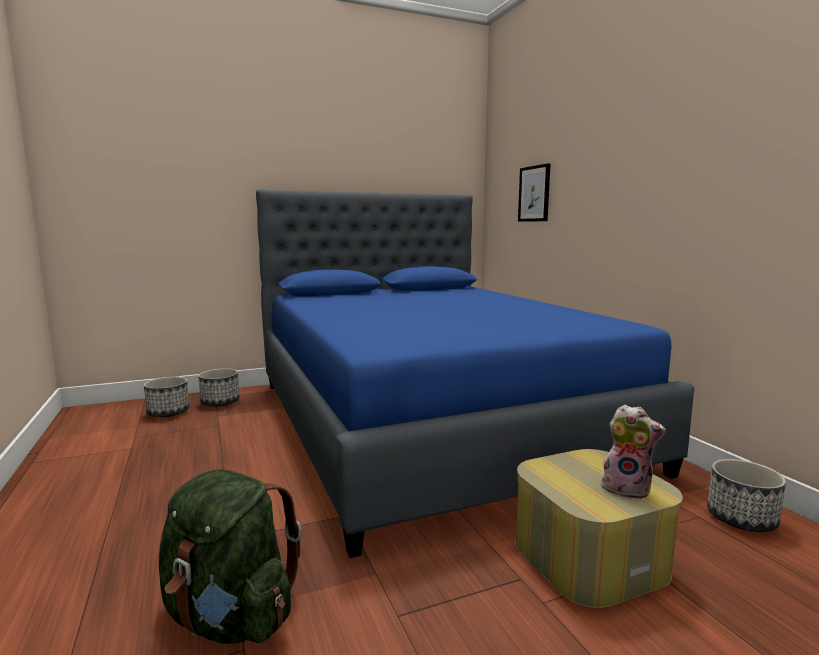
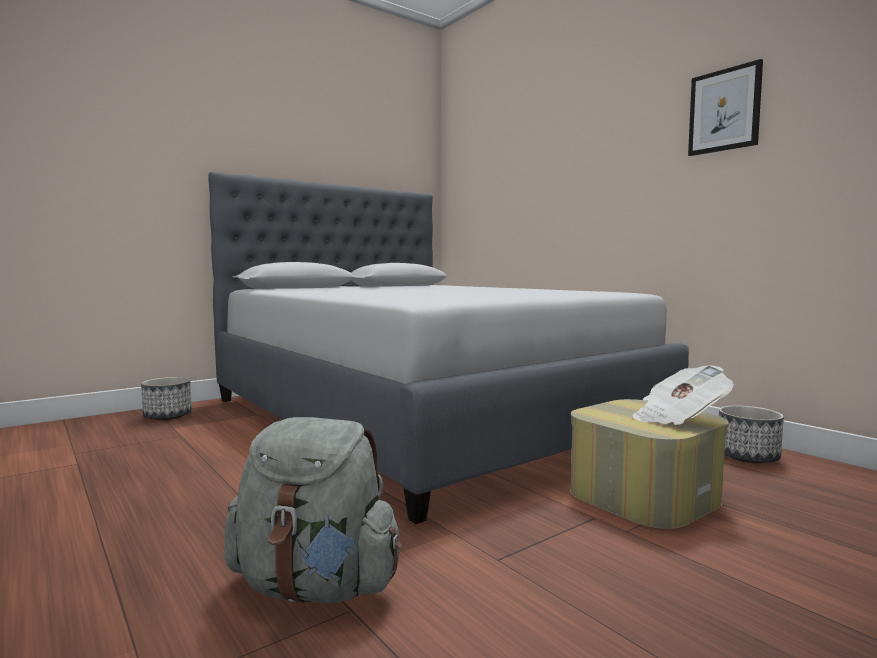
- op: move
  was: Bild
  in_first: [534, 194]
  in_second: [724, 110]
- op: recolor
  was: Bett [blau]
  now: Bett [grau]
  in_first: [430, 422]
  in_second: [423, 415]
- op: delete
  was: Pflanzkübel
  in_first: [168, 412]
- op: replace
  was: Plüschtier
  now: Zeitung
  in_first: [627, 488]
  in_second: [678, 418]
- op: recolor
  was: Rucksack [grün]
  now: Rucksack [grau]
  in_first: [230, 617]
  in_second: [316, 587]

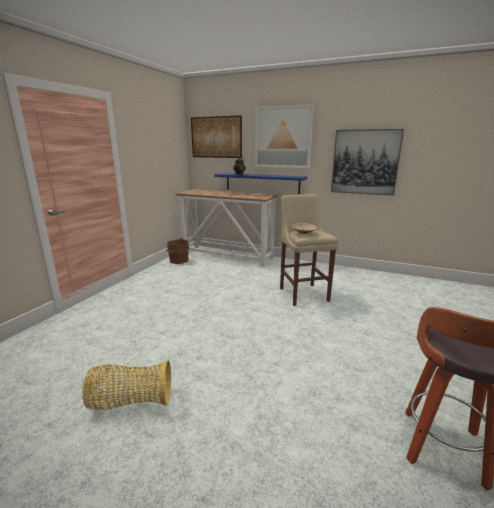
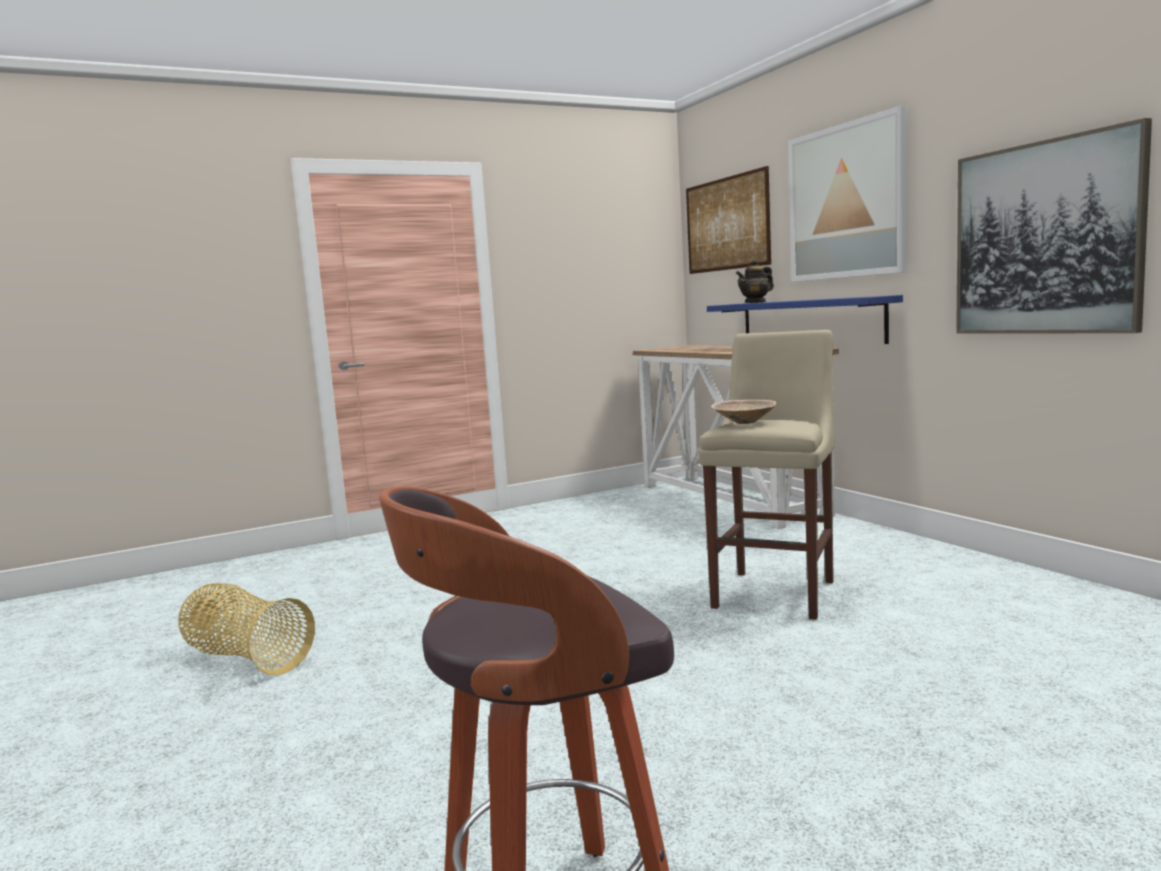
- op: delete
  was: Eimer [braun]
  in_first: [178, 260]

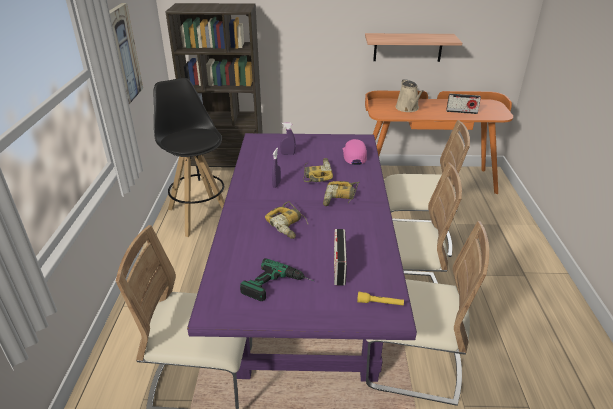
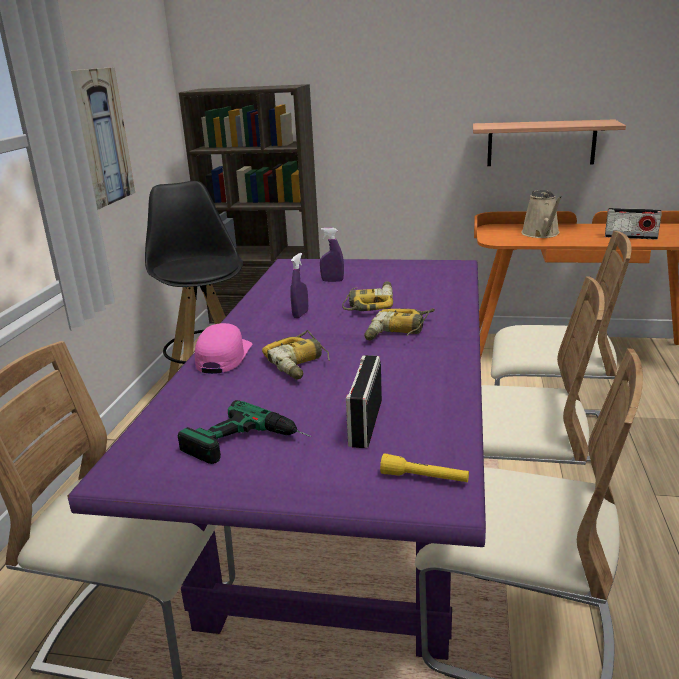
- op: move
  was: Kappe [rosa]
  in_first: [354, 155]
  in_second: [223, 356]

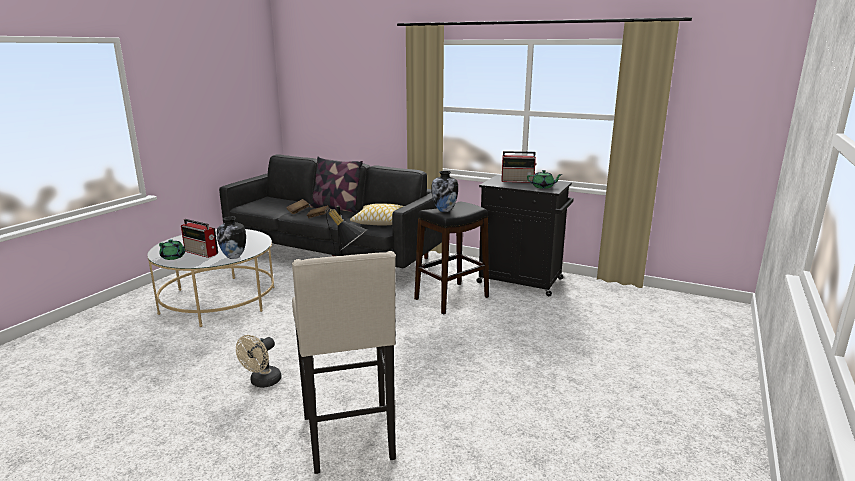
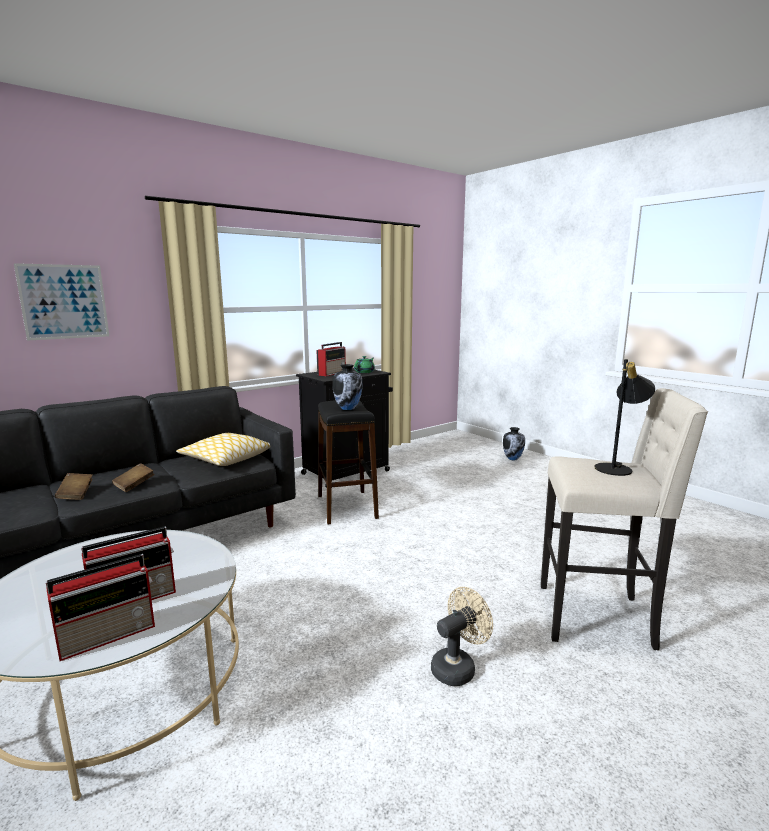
- op: delete
  was: Kissen
  in_first: [336, 208]
- op: move
  was: Vase
  in_first: [234, 257]
  in_second: [513, 459]
- op: replace
  was: Teekanne [grün]
  now: Radio
  in_first: [173, 257]
  in_second: [110, 634]
- op: rotate
  was: Ventilator [beige]
  in_first: [262, 382]
  in_second: [458, 667]
  clockwise: -90
- op: insert
  now: Bild
  in_second: [64, 302]

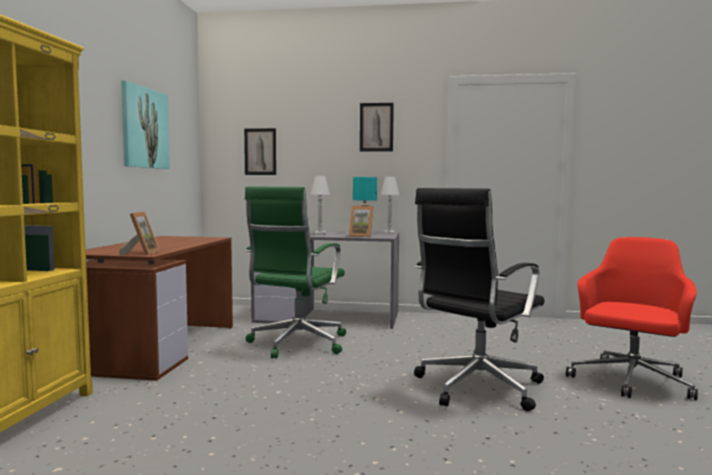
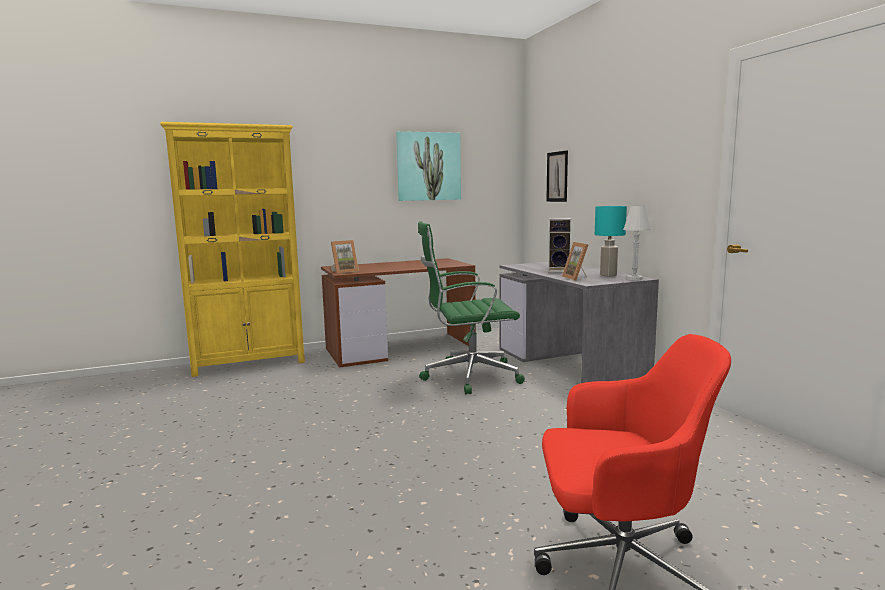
- op: delete
  was: Bild
  in_first: [376, 127]
- op: replace
  was: Tischlampe [weiß]
  now: Lautsprecher
  in_first: [320, 234]
  in_second: [560, 270]
- op: delete
  was: Bürostuhl [schwarz]
  in_first: [475, 388]

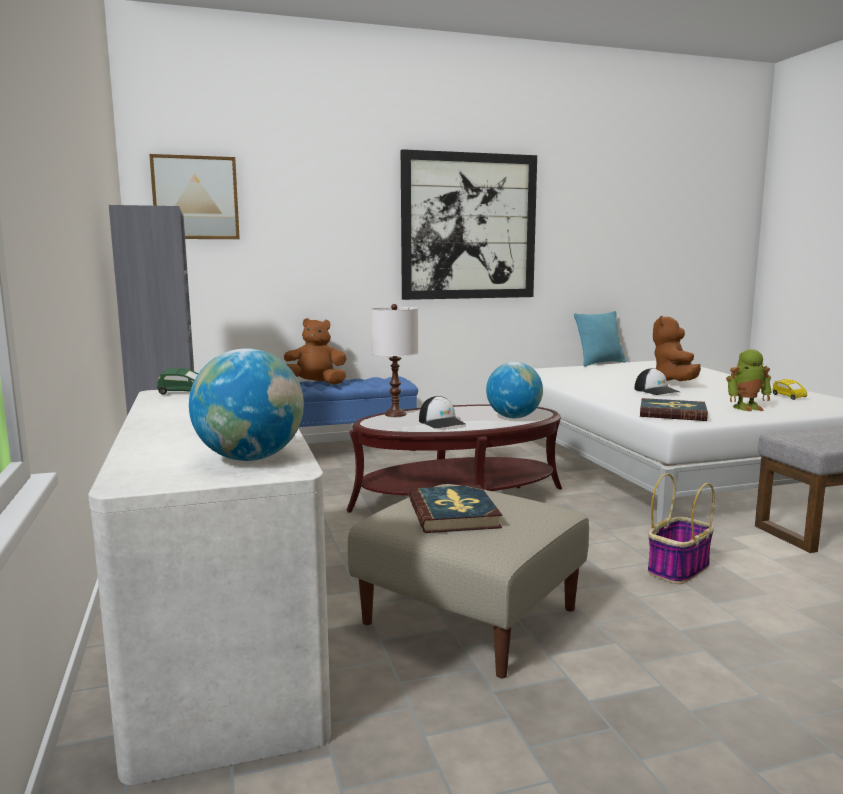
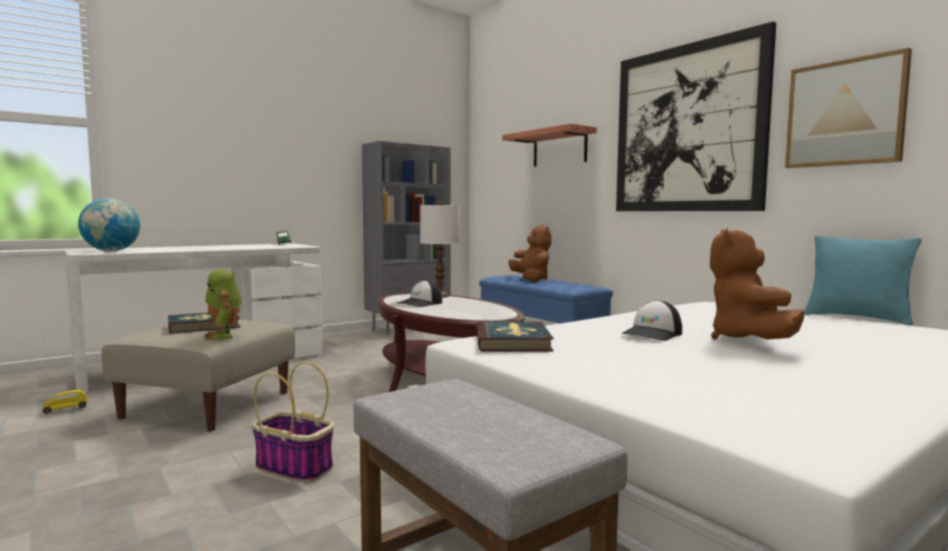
- op: move
  was: Bild
  in_first: [195, 198]
  in_second: [845, 113]
- op: rotate
  was: Plüschtier [braun]
  in_first: [674, 383]
  in_second: [748, 340]
  clockwise: -75
- op: move
  was: Spielzeugroboter
  in_first: [746, 407]
  in_second: [224, 336]
- op: delete
  was: Globus
  in_first: [513, 417]
- op: move
  was: Spielzeugauto [gelb]
  in_first: [788, 397]
  in_second: [65, 410]
- op: insert
  now: Wandregal
  in_second: [559, 148]

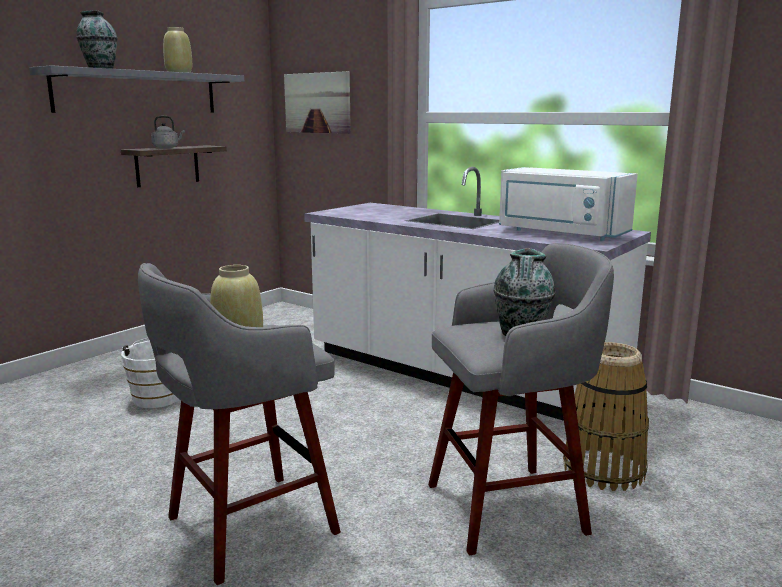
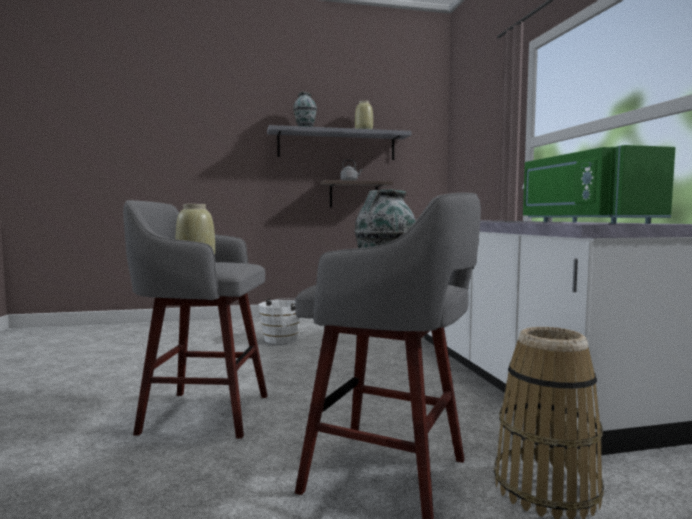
- op: delete
  was: Bild
  in_first: [317, 103]
- op: recolor
  was: Mikrowelle [weiß]
  now: Mikrowelle [grün]
  in_first: [560, 233]
  in_second: [584, 222]

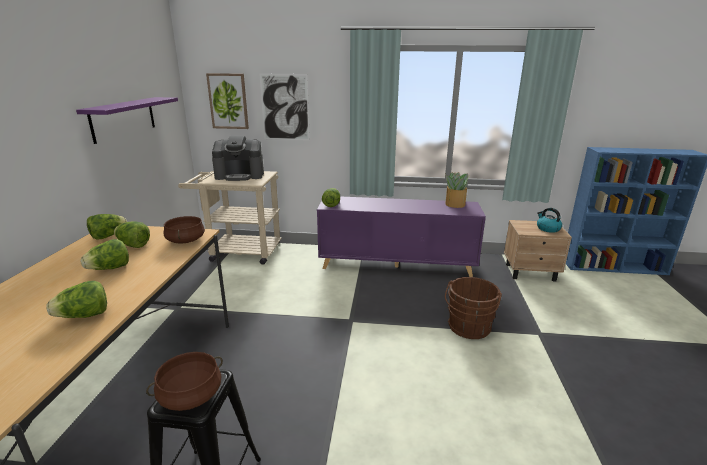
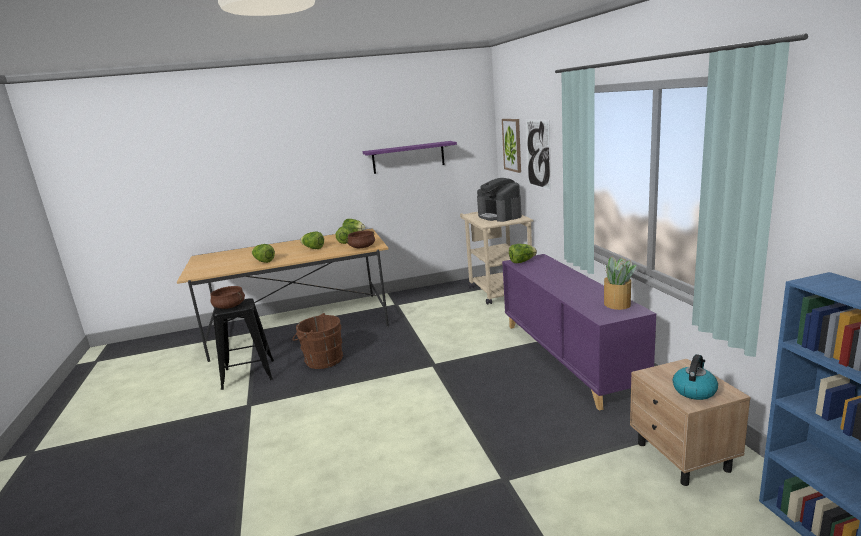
- op: move
  was: Eimer [braun]
  in_first: [468, 328]
  in_second: [321, 360]

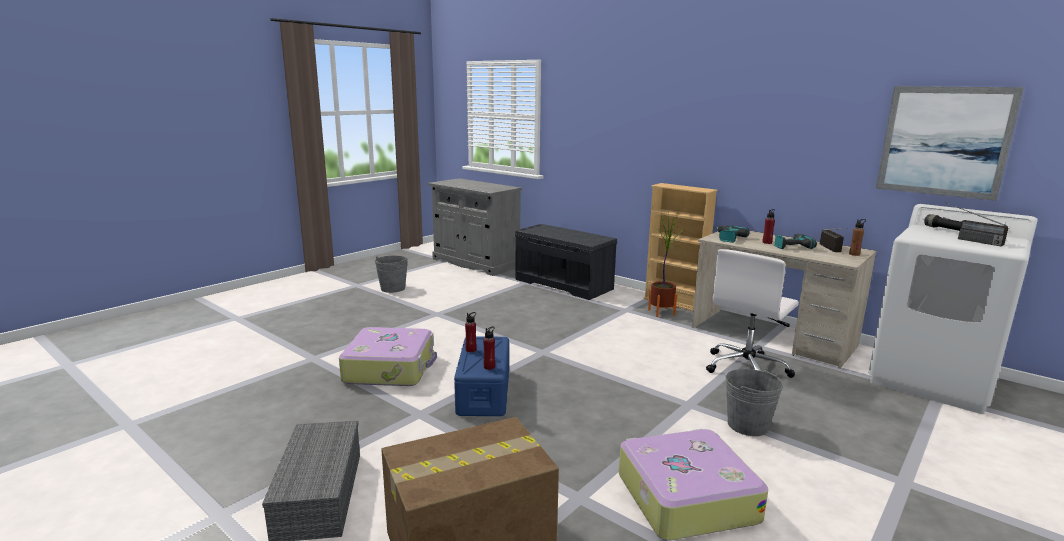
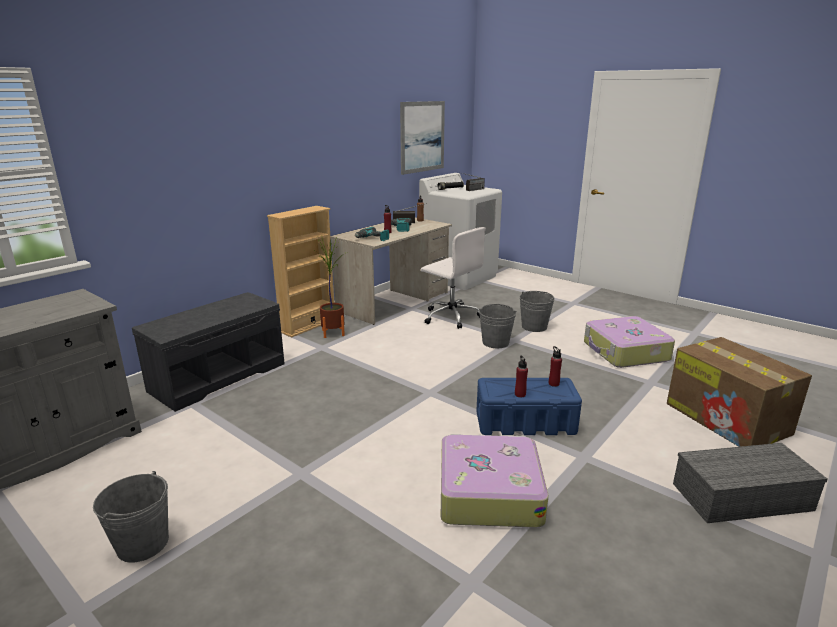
- op: insert
  now: Eimer [grau]
  in_second: [495, 342]

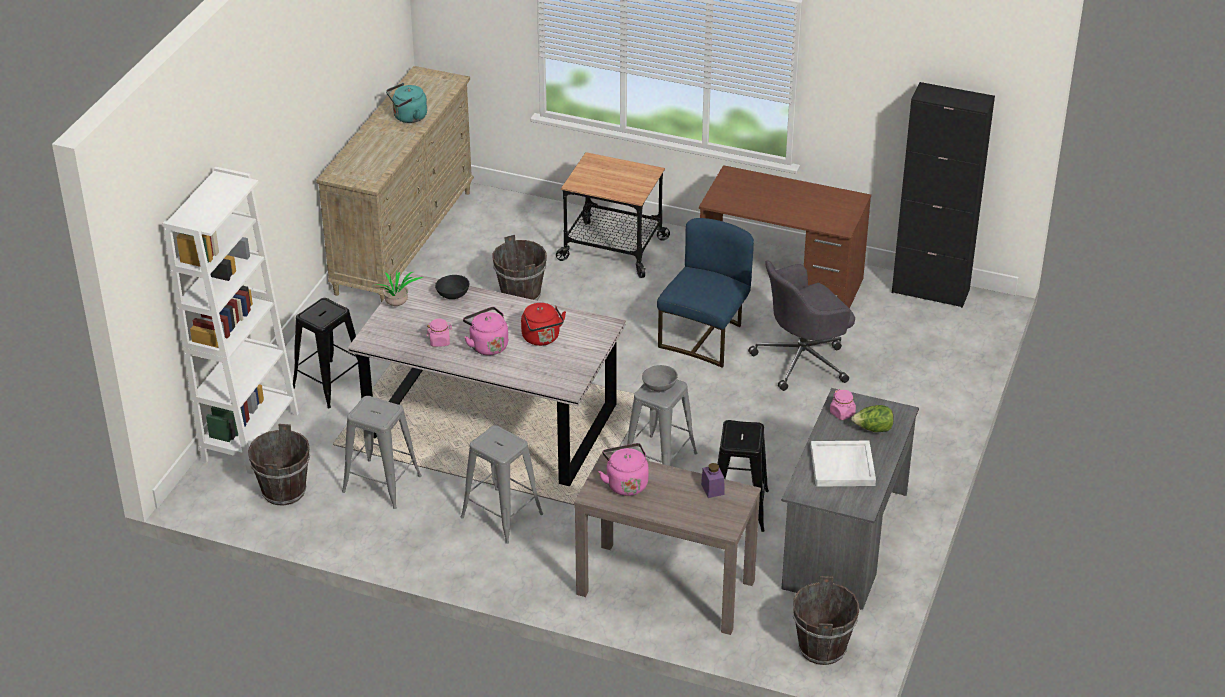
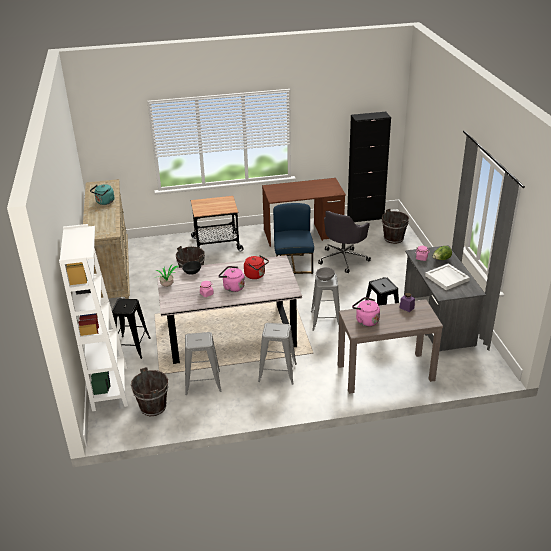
- op: move
  was: Eimer [braun]
  in_first: [822, 648]
  in_second: [393, 239]

